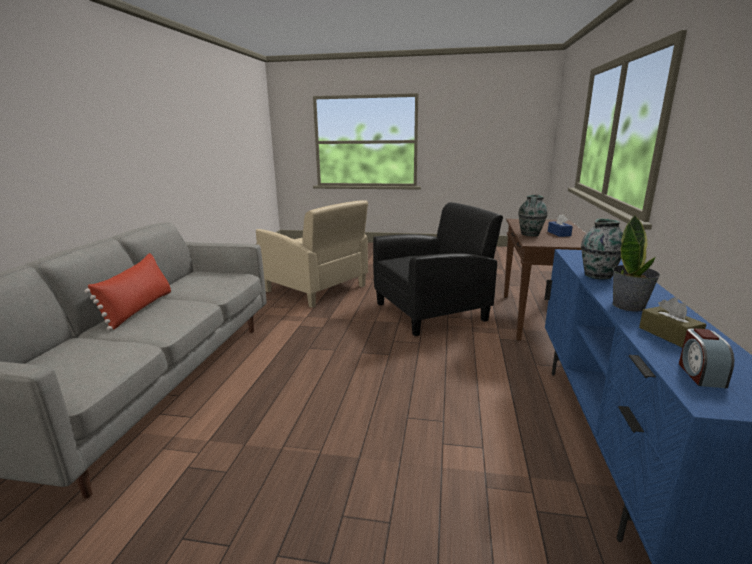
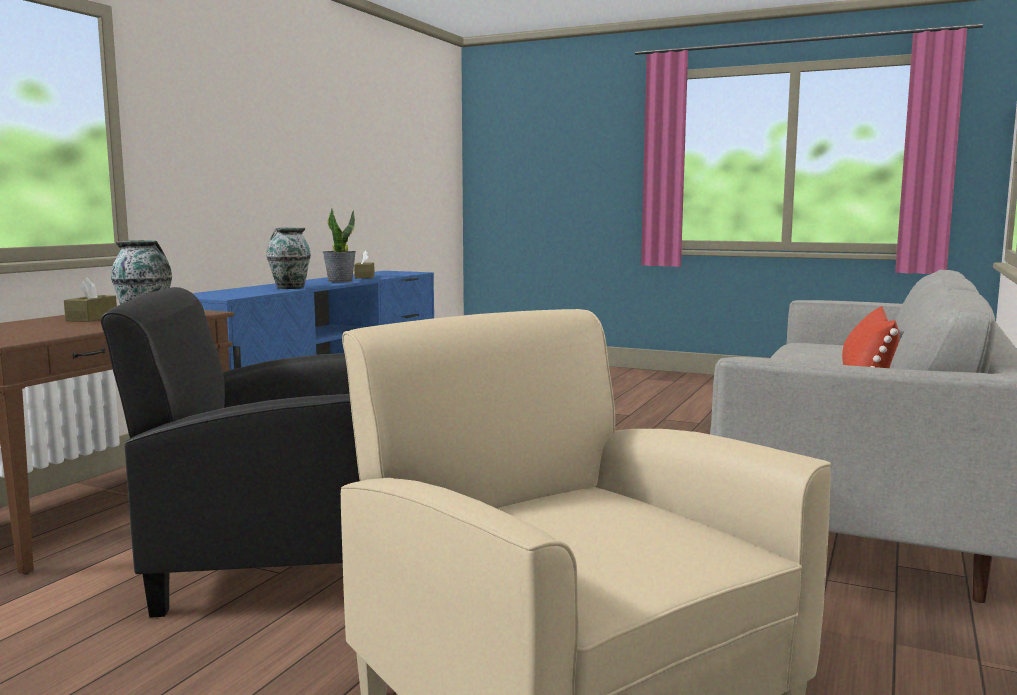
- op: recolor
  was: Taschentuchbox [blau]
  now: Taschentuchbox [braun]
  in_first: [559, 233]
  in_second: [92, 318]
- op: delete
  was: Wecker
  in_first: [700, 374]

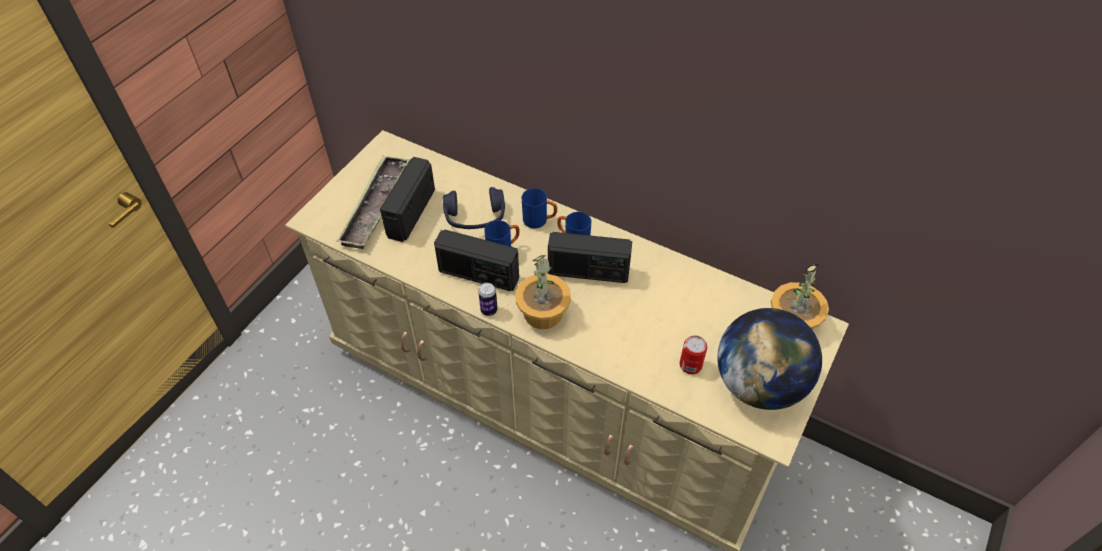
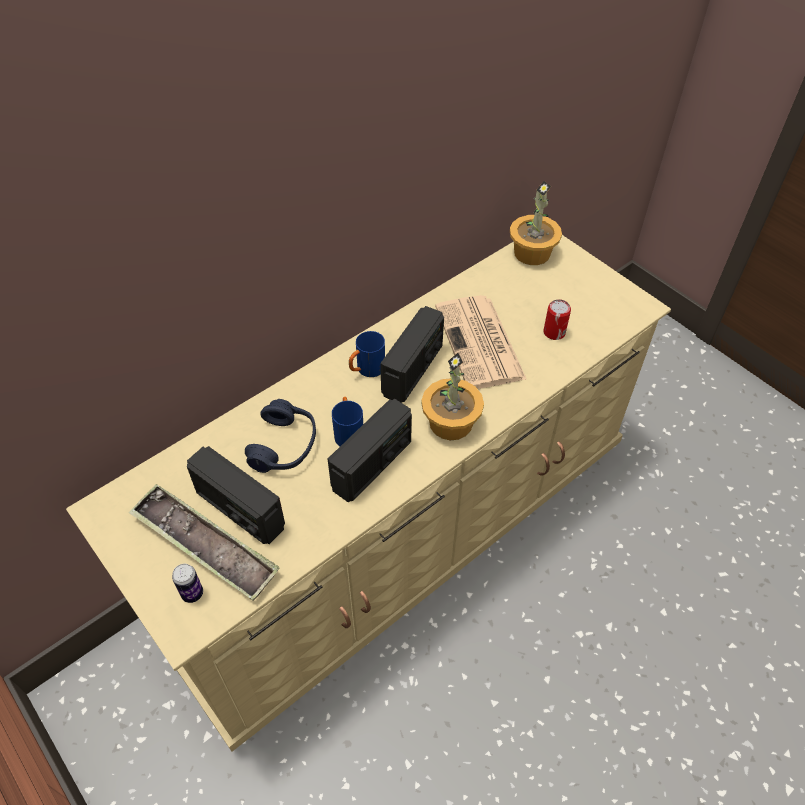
- op: delete
  was: Henkelbecher [blau]
  in_first: [539, 220]
- op: move
  was: Dose
  in_first: [489, 310]
  in_second: [192, 593]
- op: delete
  was: Globus
  in_first: [759, 384]
- op: insert
  now: Zeitung
  in_second: [480, 343]

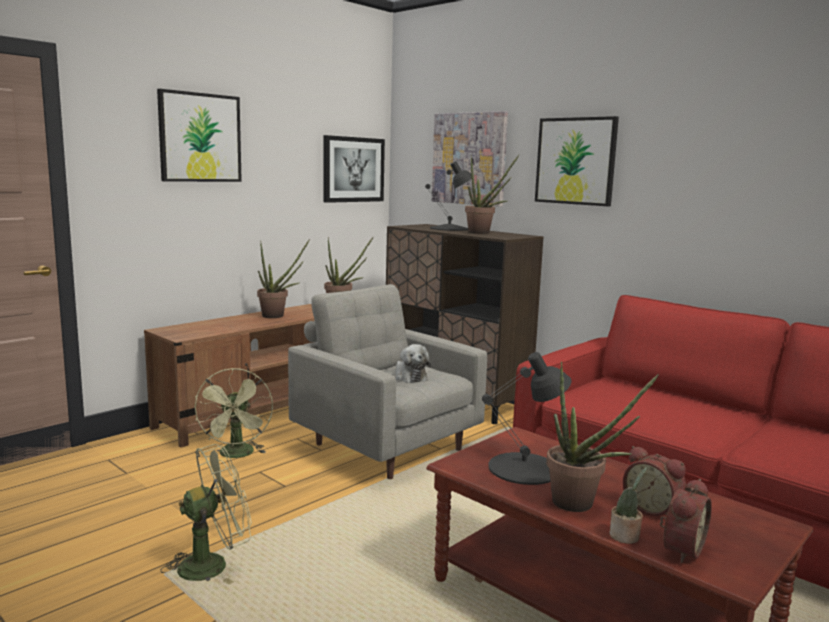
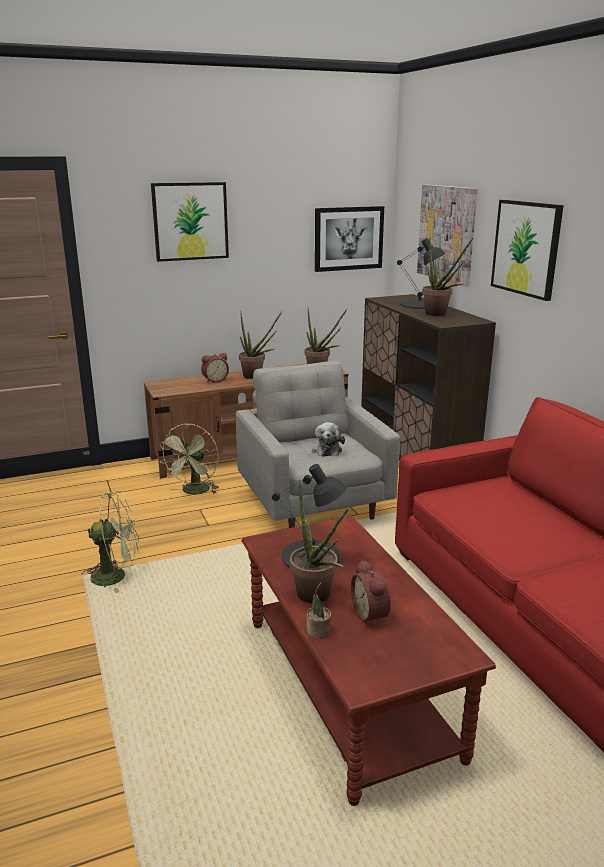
- op: move
  was: Wecker
  in_first: [680, 549]
  in_second: [215, 380]

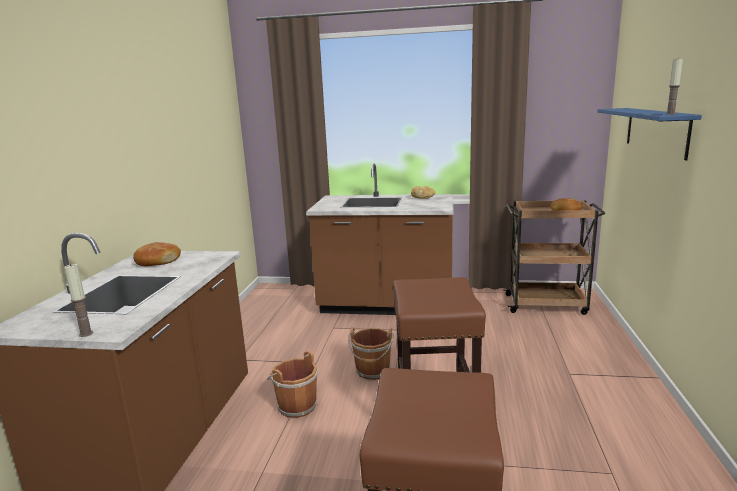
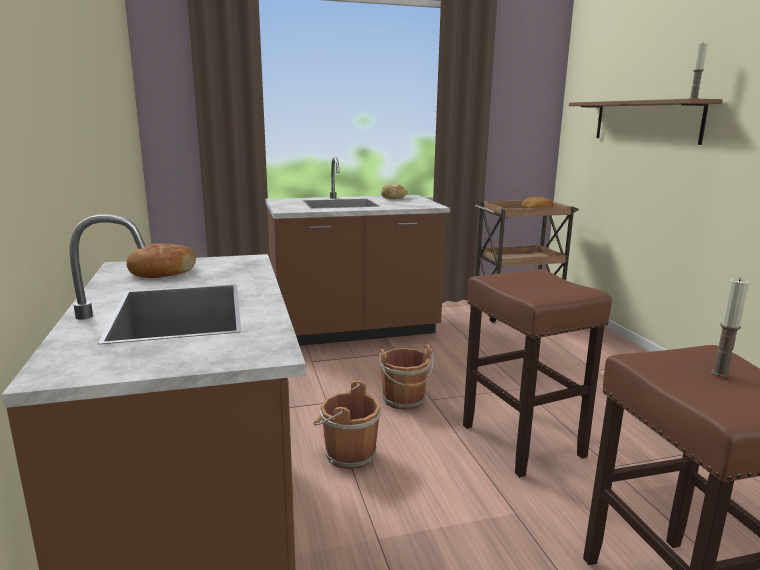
- op: recolor
  was: Wandregal [blau]
  now: Wandregal [braun]
  in_first: [655, 130]
  in_second: [646, 121]
- op: move
  was: Kerze
  in_first: [86, 334]
  in_second: [720, 373]

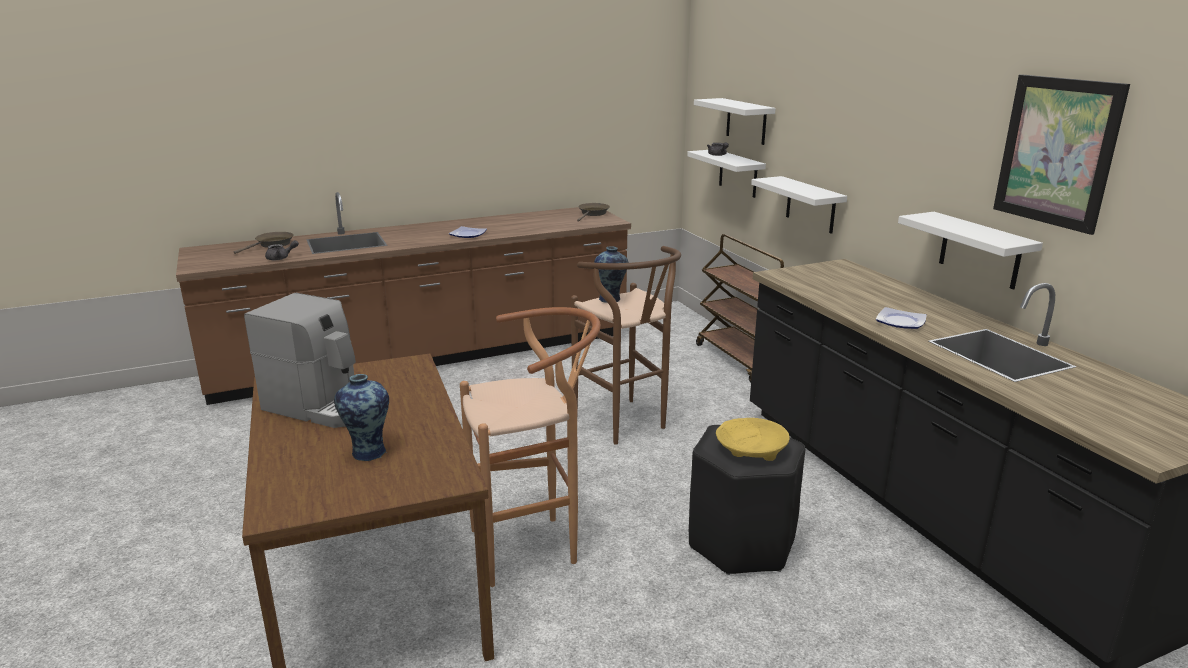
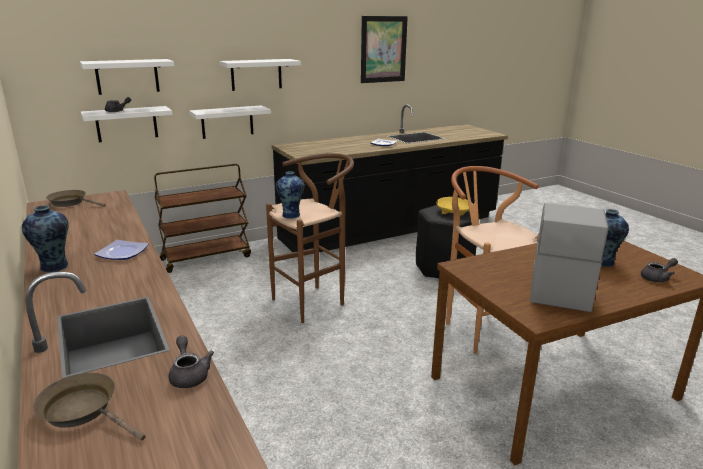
- op: move
  was: Wandregal [weiß]
  in_first: [980, 250]
  in_second: [256, 74]
- op: insert
  now: Vase
  in_second: [54, 267]
- op: insert
  now: Teekanne [grau]
  in_second: [657, 278]

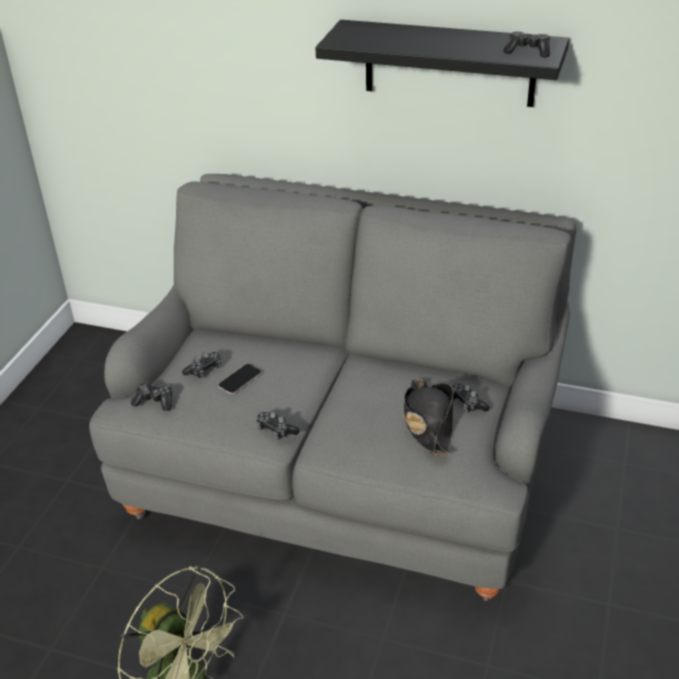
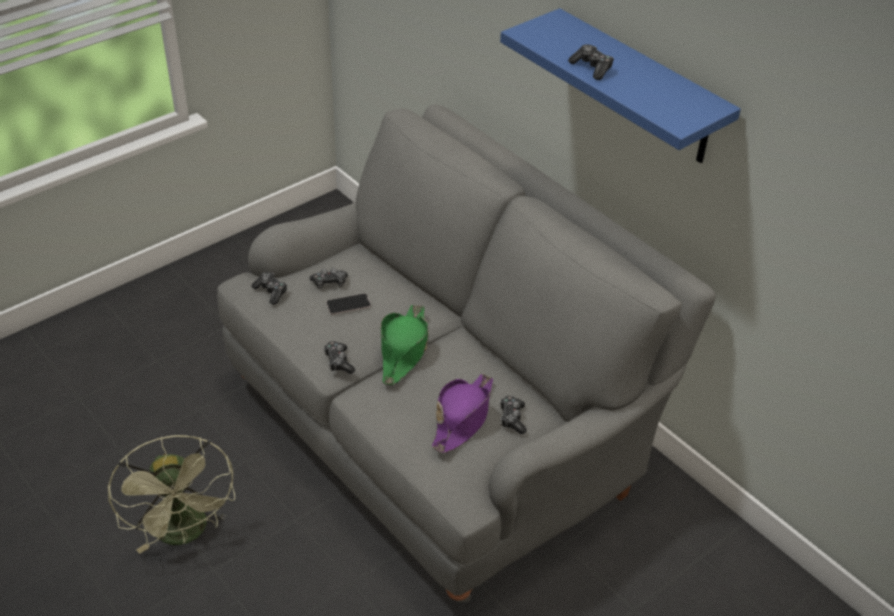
- op: recolor
  was: Wandregal [schwarz]
  now: Wandregal [blau]
  in_first: [449, 63]
  in_second: [639, 88]
- op: move
  was: Gamepad
  in_first: [528, 51]
  in_second: [592, 68]
- op: recolor
  was: Hut [schwarz]
  now: Hut [lila]
  in_first: [428, 422]
  in_second: [463, 418]
- op: insert
  now: Hut [grün]
  in_second: [403, 350]

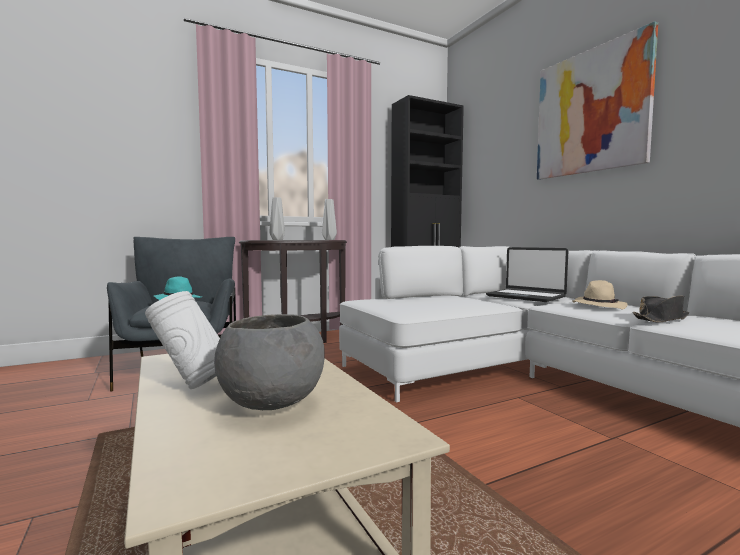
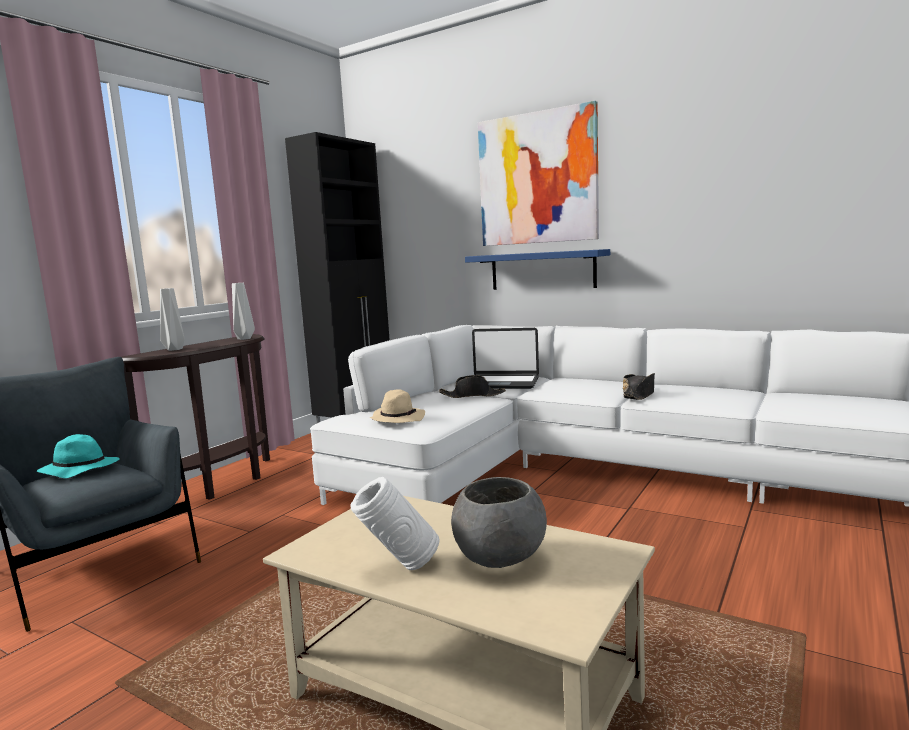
- op: move
  was: Hut [beige]
  in_first: [598, 306]
  in_second: [397, 419]
- op: insert
  now: Wandregal [blau]
  in_second: [542, 270]
- op: insert
  now: Hut [schwarz]
  in_second: [473, 395]

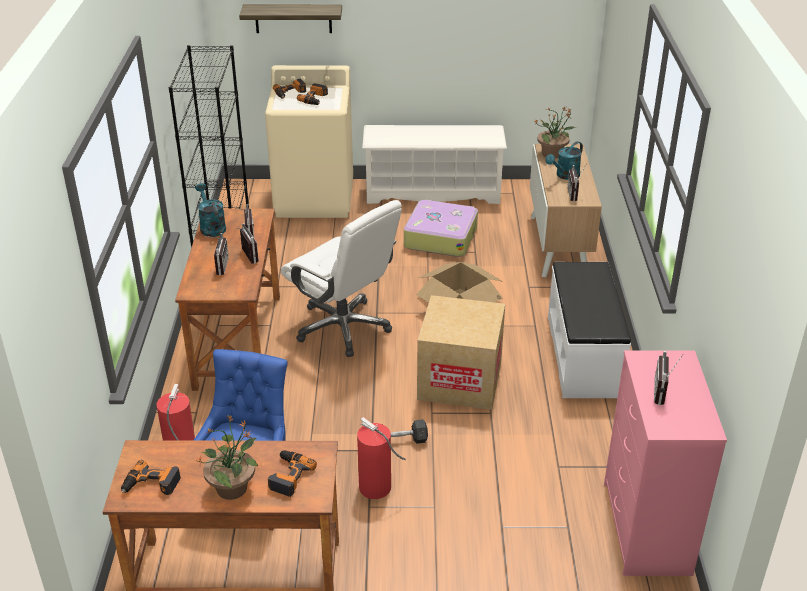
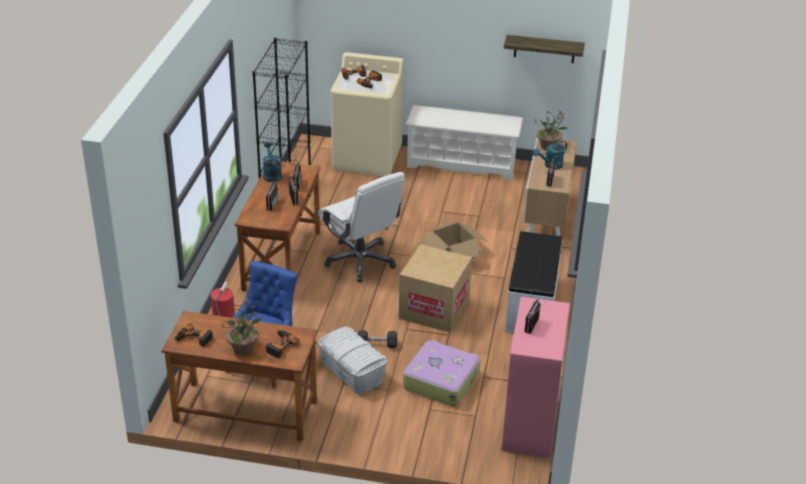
- op: move
  was: Wandregal
  in_first: [293, 18]
  in_second: [544, 49]
- op: move
  was: Koffer
  in_first: [440, 237]
  in_second: [441, 380]
- op: replace
  was: Feuerlöscher
  now: Aufbewahrungsbox [weiß]
  in_first: [376, 488]
  in_second: [352, 372]

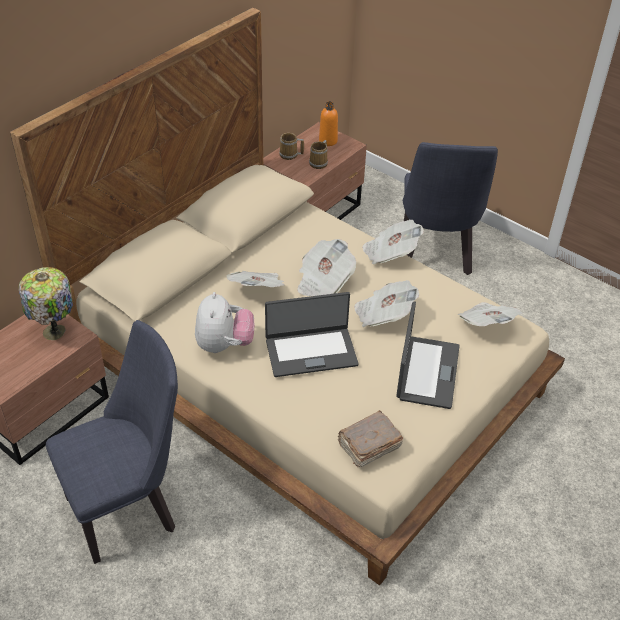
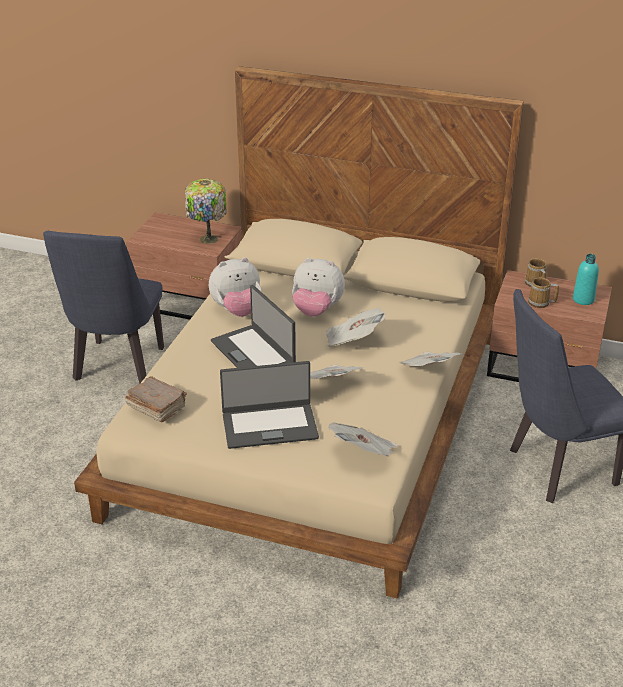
- op: recolor
  was: Flasche [orange]
  now: Flasche [türkis]
  in_first: [328, 141]
  in_second: [583, 299]
- op: replace
  was: Zeitung
  now: Plüschtier
  in_first: [258, 290]
  in_second: [316, 310]
- op: rotate
  was: Stuhl [blau]
  in_first: [129, 508]
  in_second: [117, 368]
  clockwise: 60

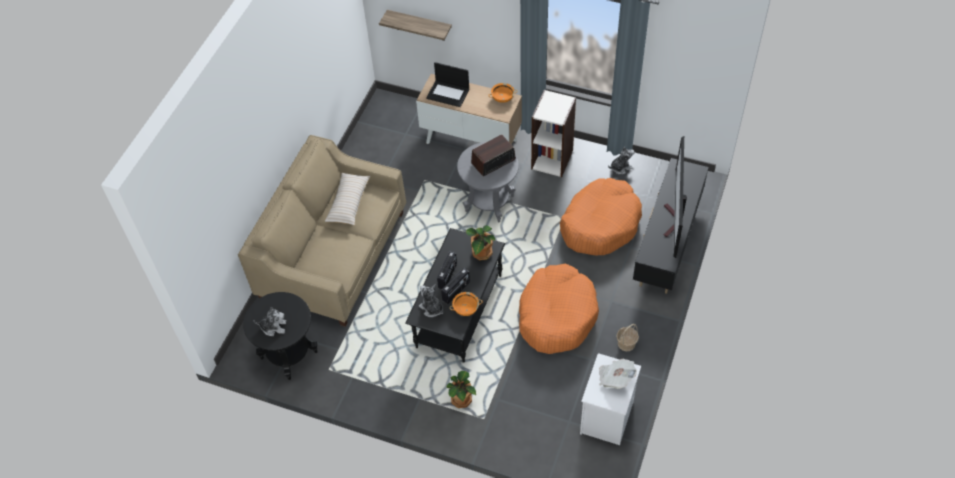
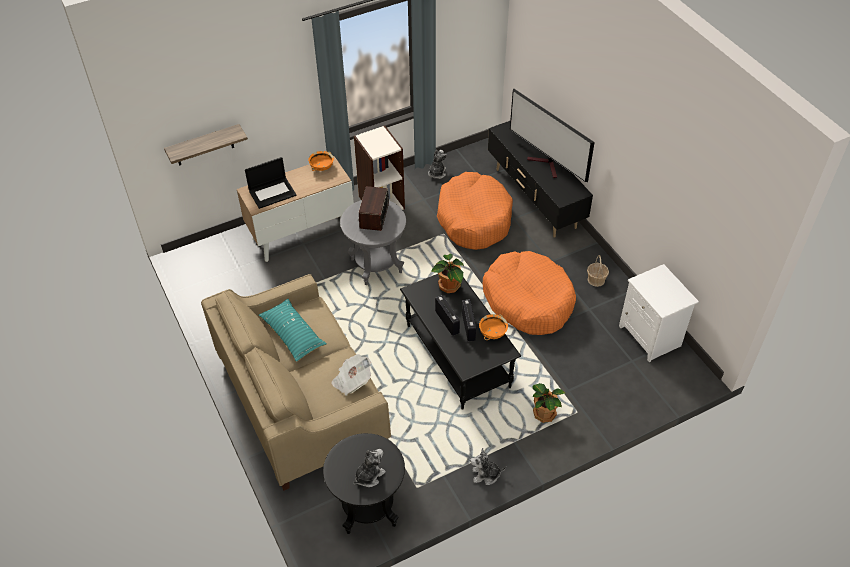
- op: recolor
  was: Kissen [beige]
  now: Kissen [türkis]
  in_first: [348, 203]
  in_second: [293, 334]
- op: move
  was: Plüschtier
  in_first: [431, 308]
  in_second: [486, 475]
- op: move
  was: Zeitung
  in_first: [615, 378]
  in_second: [352, 381]

